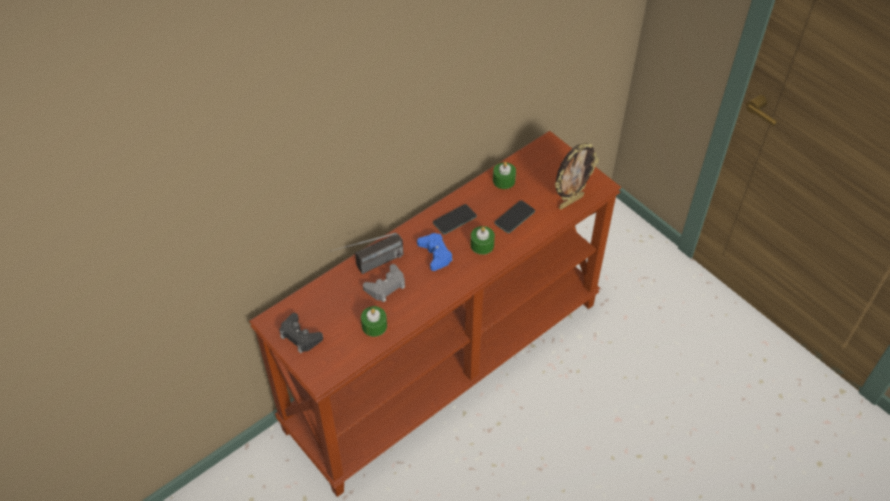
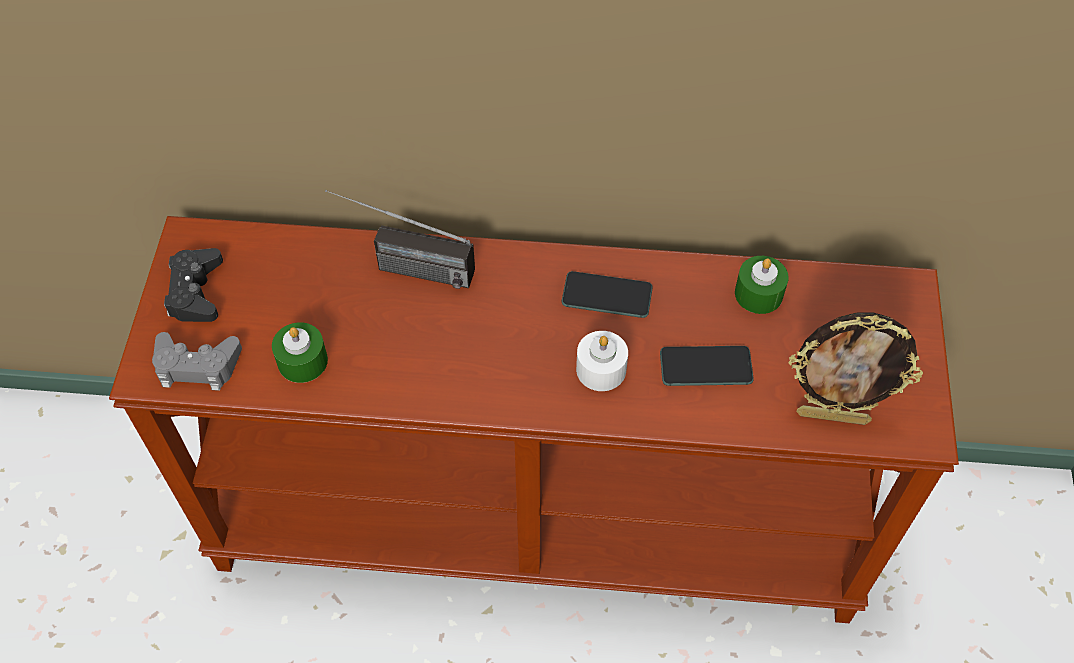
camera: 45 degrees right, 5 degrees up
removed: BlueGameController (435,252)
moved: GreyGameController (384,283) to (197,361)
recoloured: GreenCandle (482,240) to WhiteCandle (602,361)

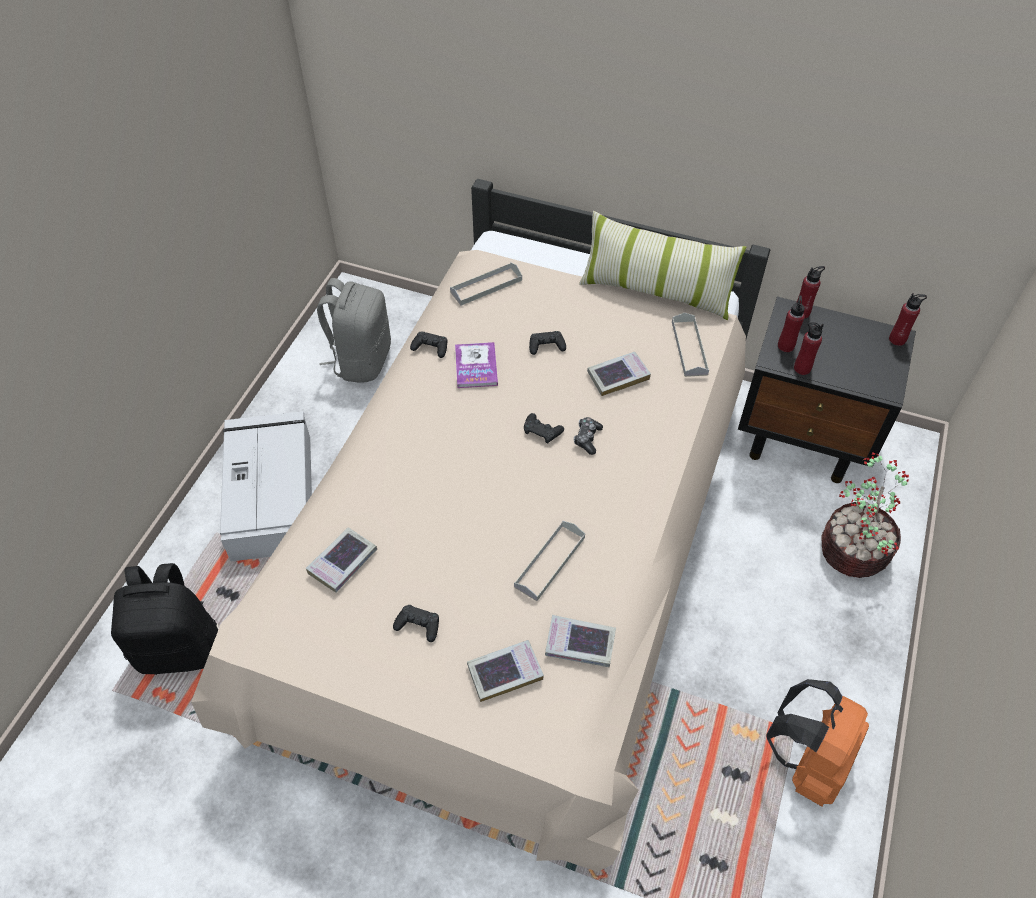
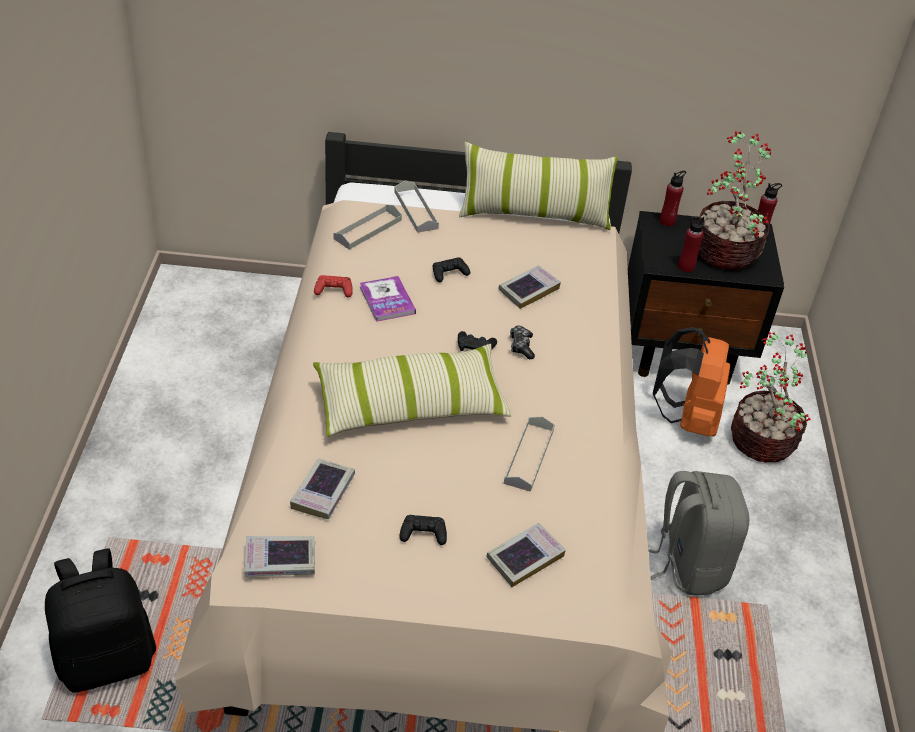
camera: 20 degrees left, 10 degrees down
removed: GreyStorageBox (266,486); RedBottle (791,323)
added: Pillow (412,390); PottedPlant (734,200)
moved: Book (580,641) to (280,556); GreyTray (690,345) to (416,207); GreyBackpack (354,330) to (698,533); OrangeBackpack (817,743) to (691,382)
recoloured: BlackGameController (428,345) to RedGameController (333,286)

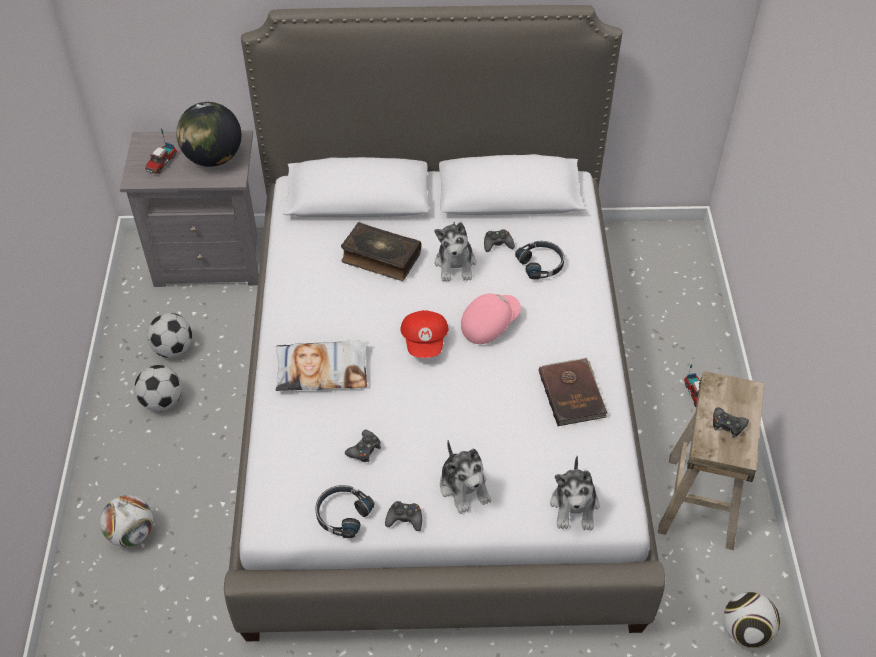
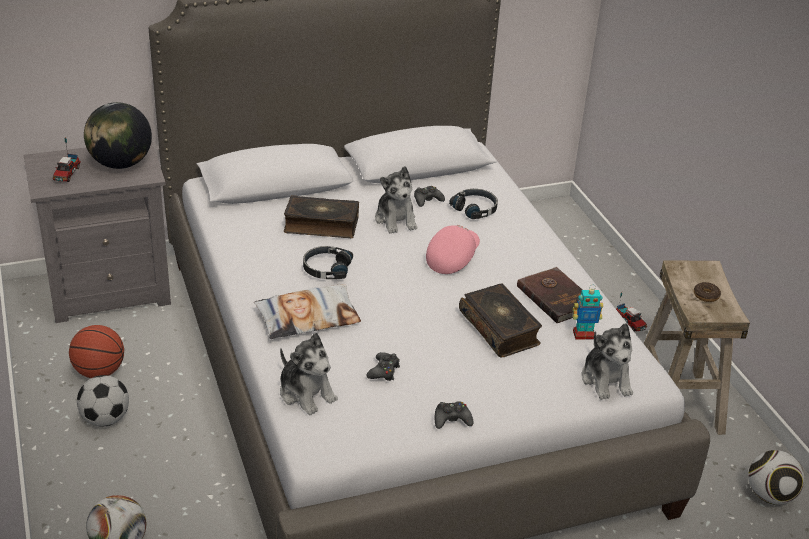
camera: 20 degrees left, 15 degrees down
removed: RedCap (424,334)
added: Book (500,320); ToyRobot (588,312)
moved: PlushToy (465,477) to (309,374); BlackHeadphones (344,511) to (328,262)
replaced: Football (169,335) to Basketball (96,351); BlackGameController (731,422) to Donut (707,292)

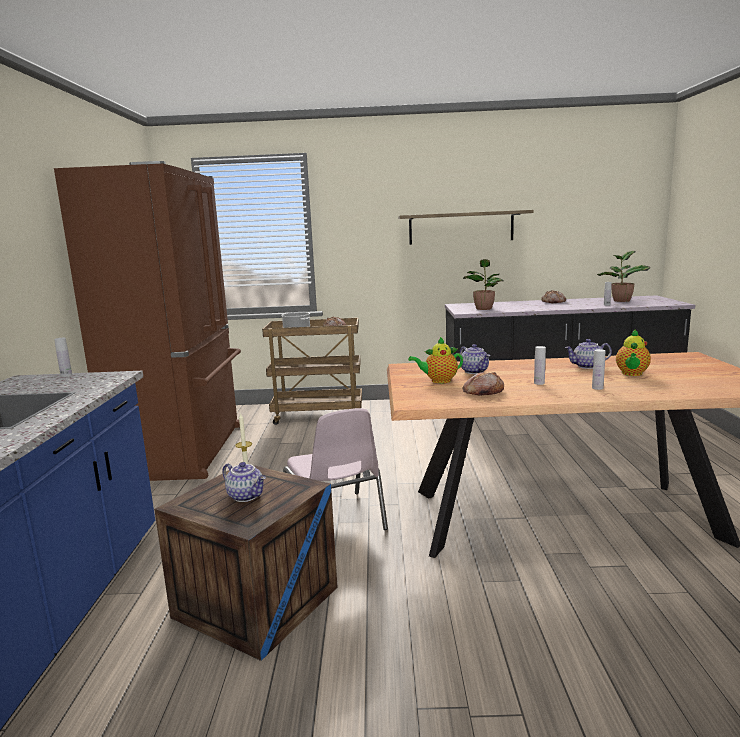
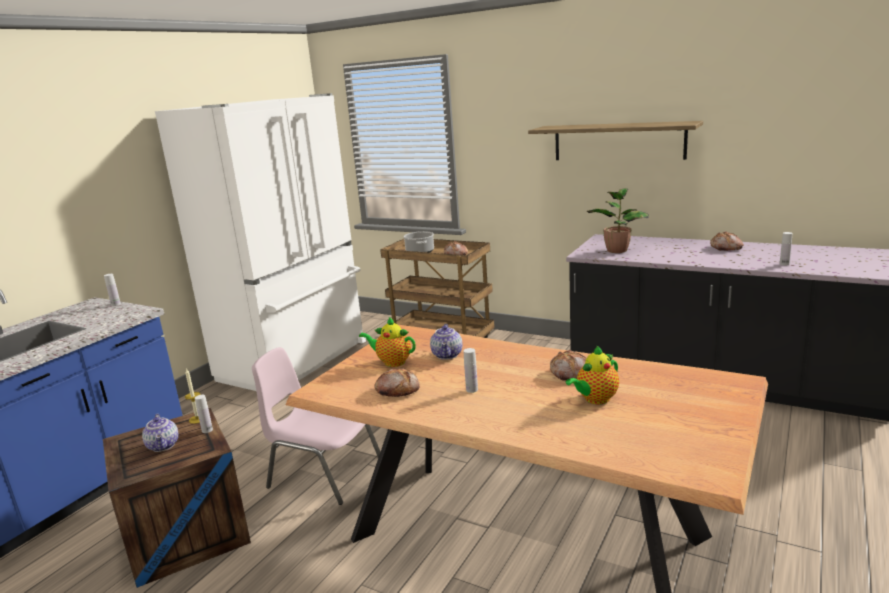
camera: 30 degrees right, 5 degrees up
removed: PottedPlant (623,276)
moved: WhiteBottle (598,369) to (204,414)
replaced: Teapot (588,354) to Bread (568,365)
recoloured: BrownFridge (147,321) to WhiteFridge (260,242)
turned: PinkChair (335,469) = (316,426) 105 degrees clockwise

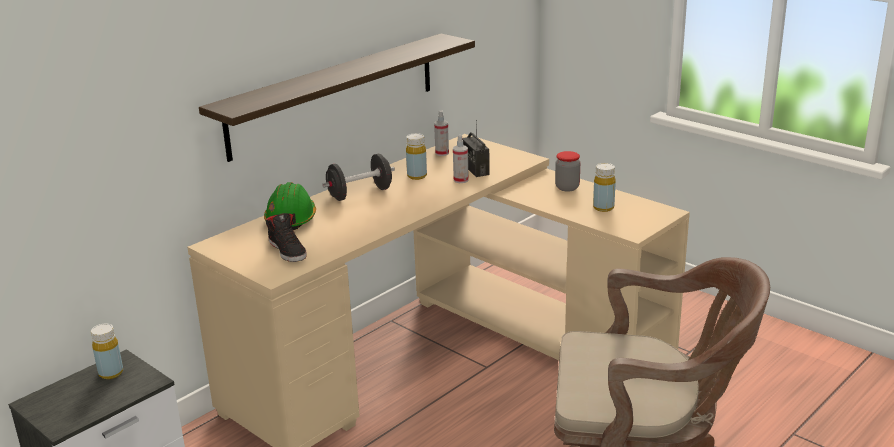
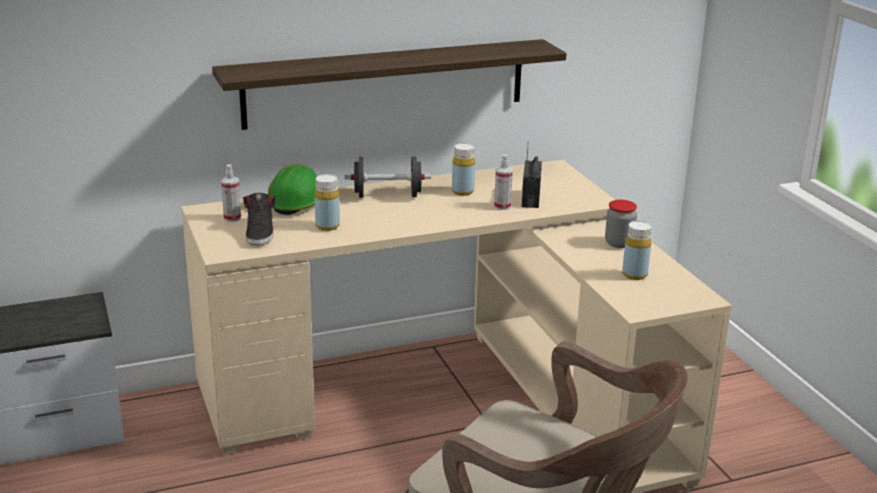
camera: 25 degrees right, 0 degrees up
moved: SprayBottle (441,133) to (231,193); YellowBottle (107,351) to (327,202)

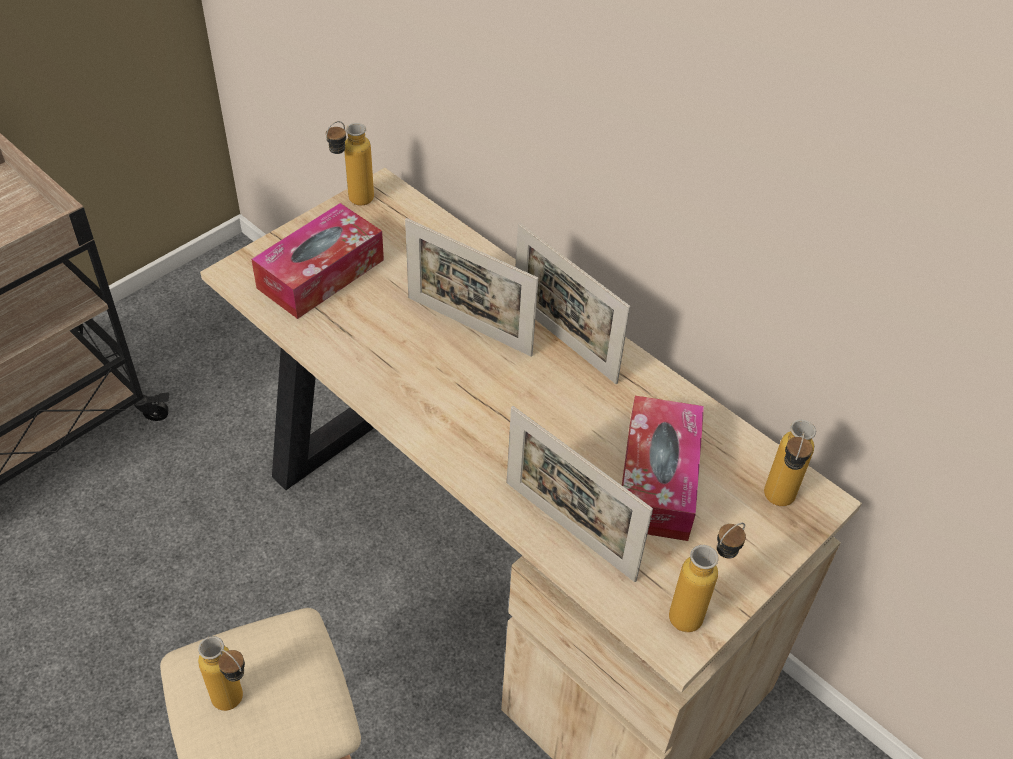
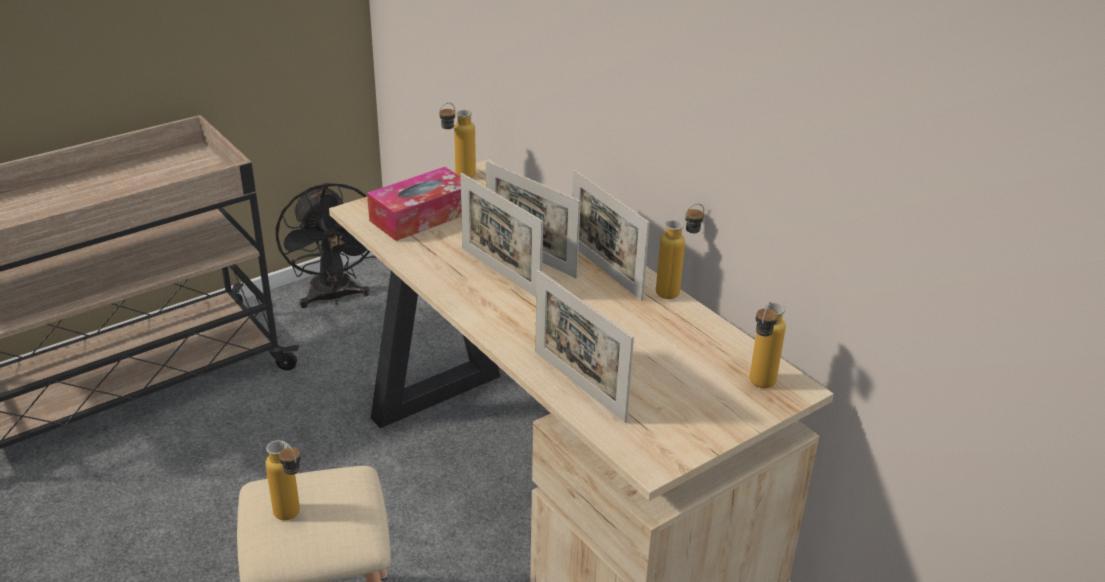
camera: 10 degrees right, 15 degrees down
removed: TissueBox (663,468)
added: BlackFan (326,245); PictureFrame (501,235)
moved: Bottle (707,577) to (680,251)

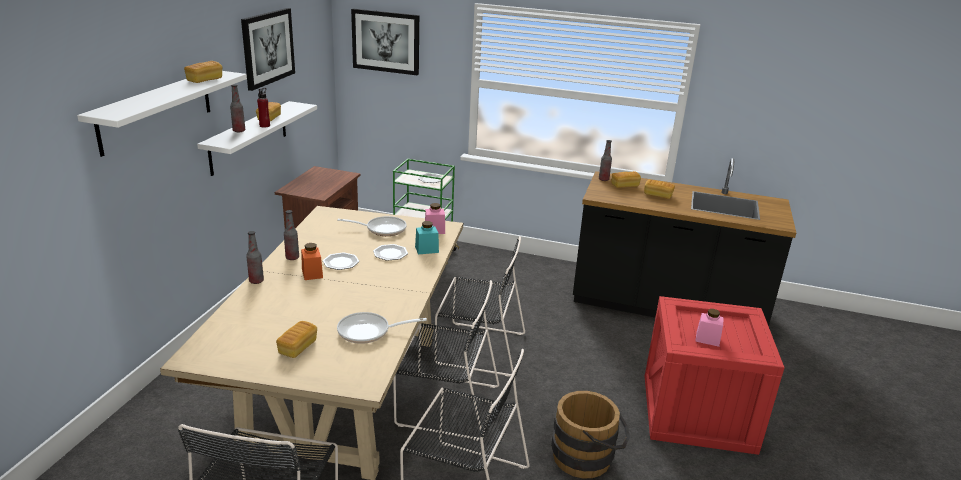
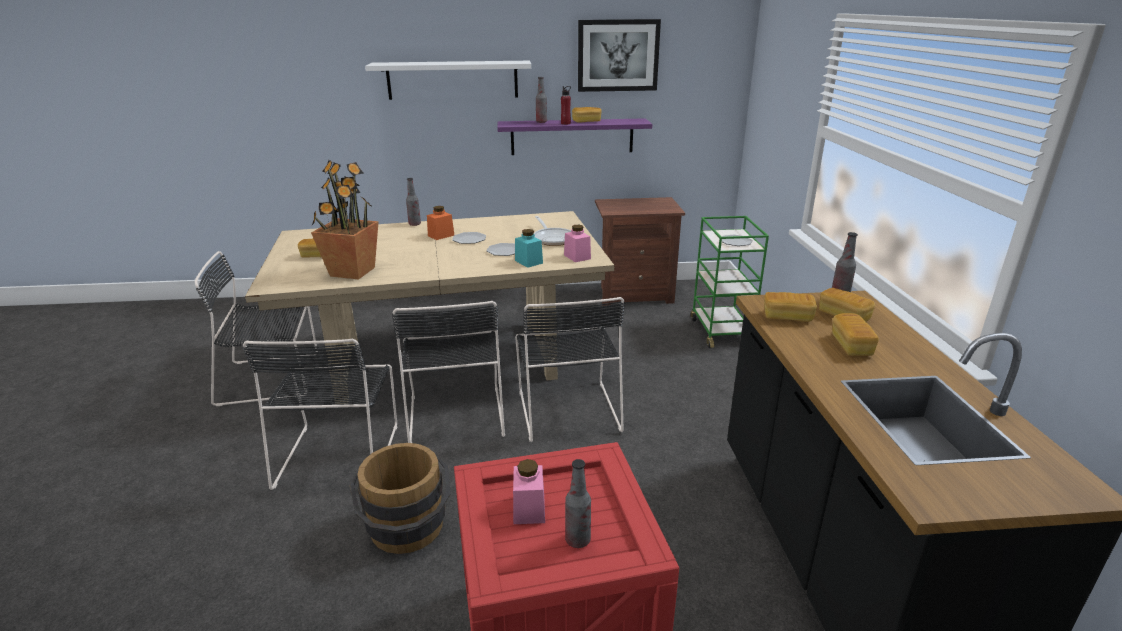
camera: 70 degrees right, 0 degrees up
removed: Picture (385,42)
moved: Bottle (291,235) to (578,503); Bread (203,72) to (790,307)
replaced: FryingPan (382,328) to PottedPlant (345,219)
recoloured: WhiteShelf (257,138) to PurpleShelf (574,136)

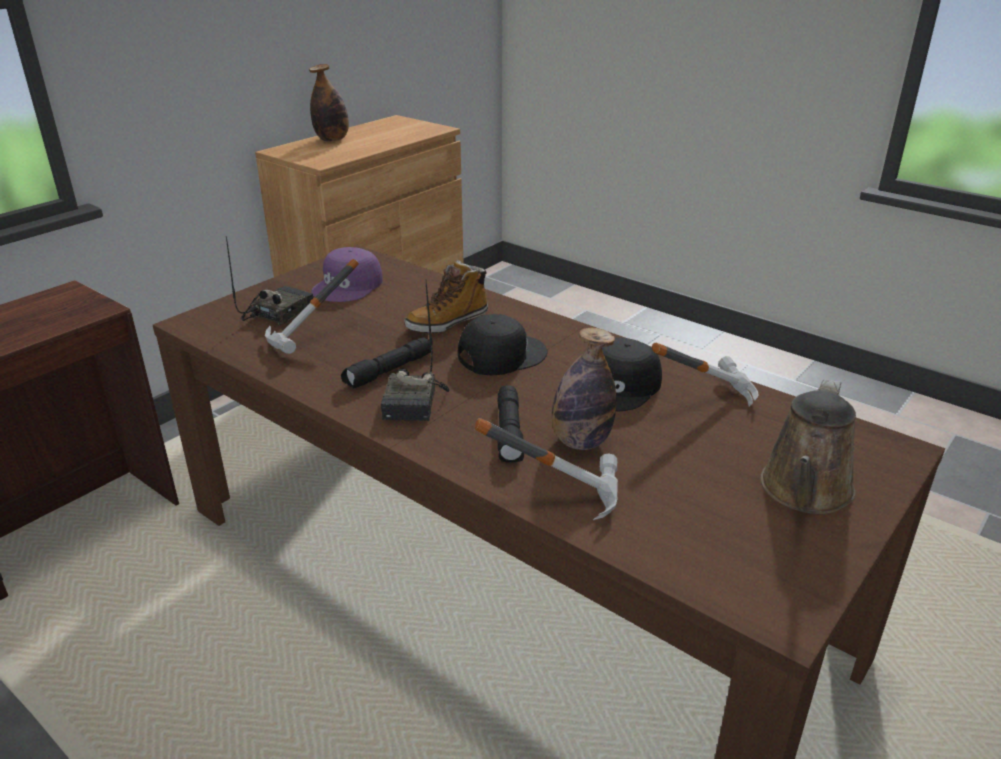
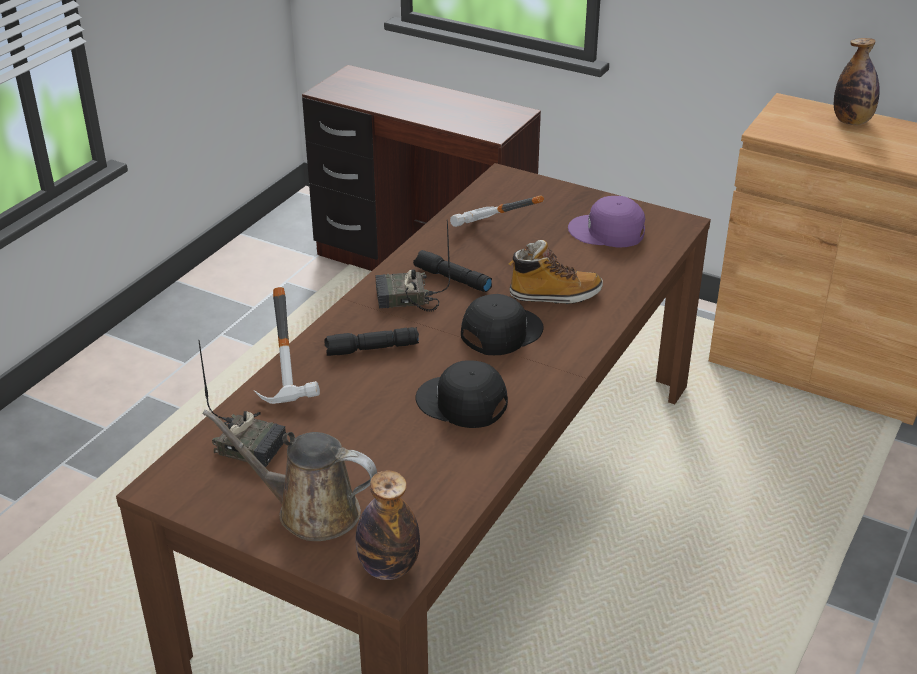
camera: 80 degrees right, 5 degrees up
removed: Hammer (705,374)
moved: Radio (269,281) to (242,403); Bottle (584,389) to (387,525)
turned: BlackCap (503,344) = (502,324) 90 degrees counterclockwise; Boot (446,296) = (555,272) 135 degrees clockwise

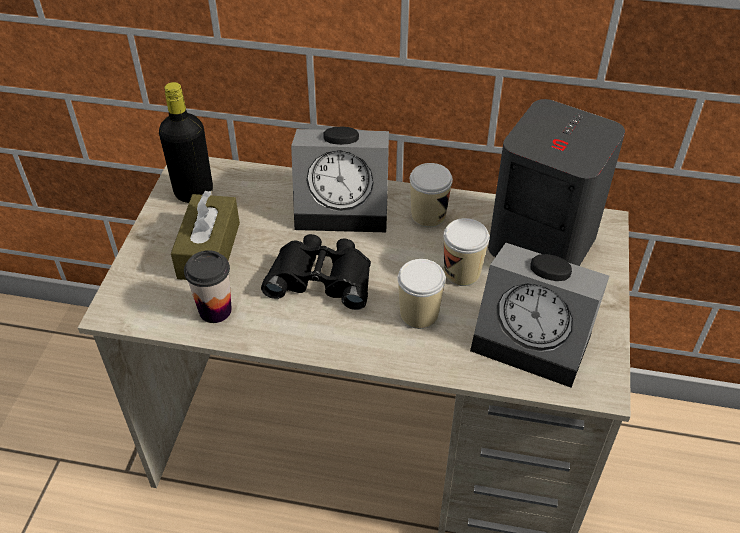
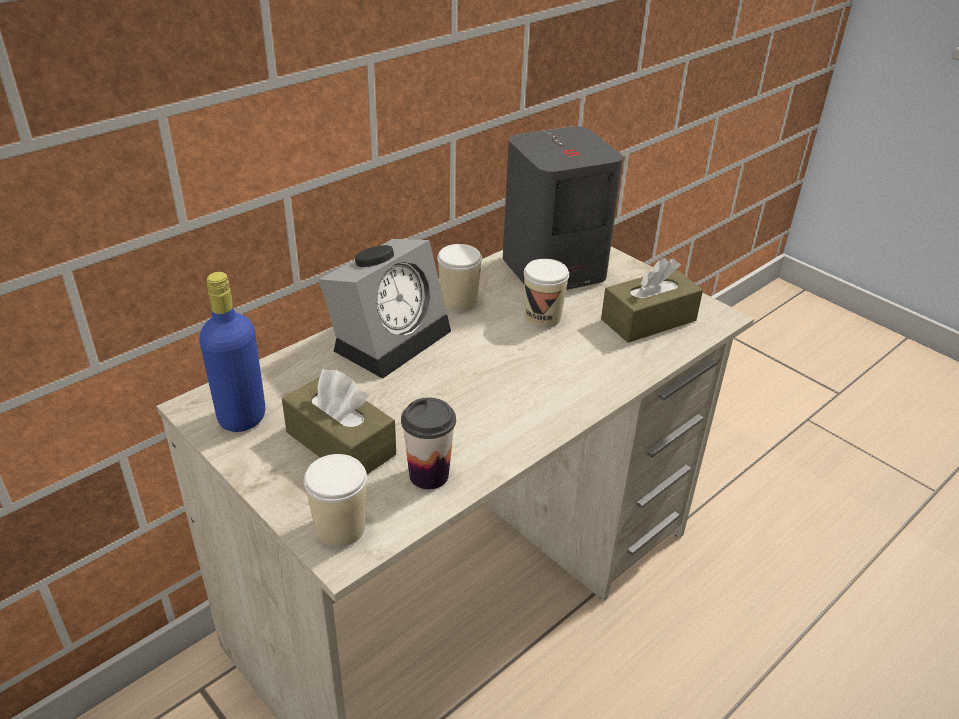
camera: 55 degrees left, 10 degrees down
removed: BlackBinoculars (316,272)
moved: Cup (422,294) to (335,500)
replaced: AlarmClock (539,315) to BrownTissueBox (652,300)
recoloured: BlackBottle (186,142) to BlueBottle (232,352)

